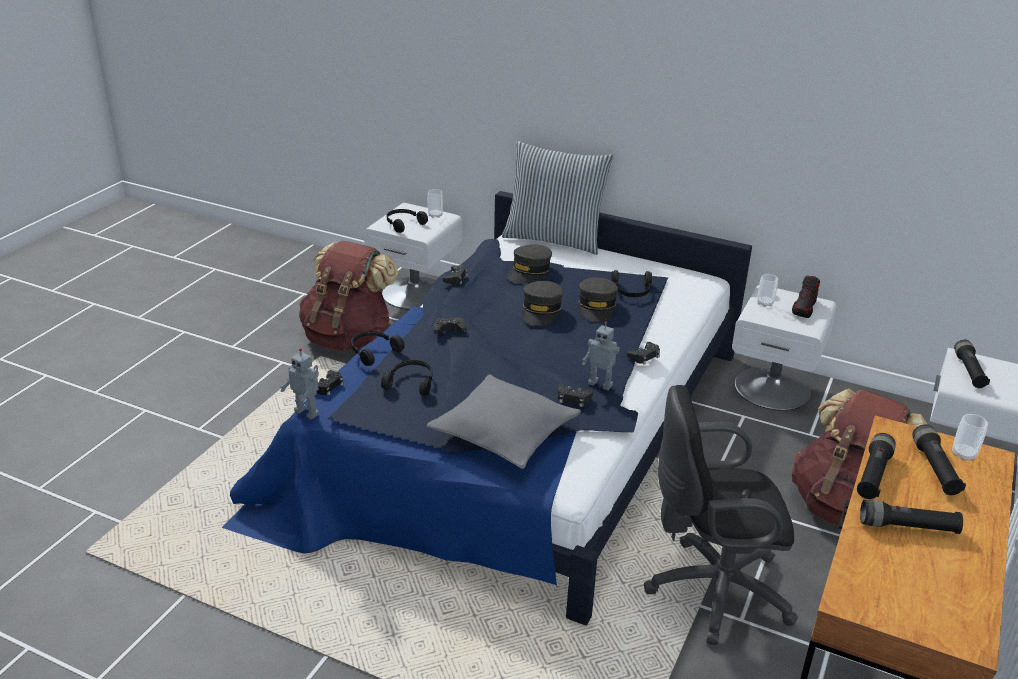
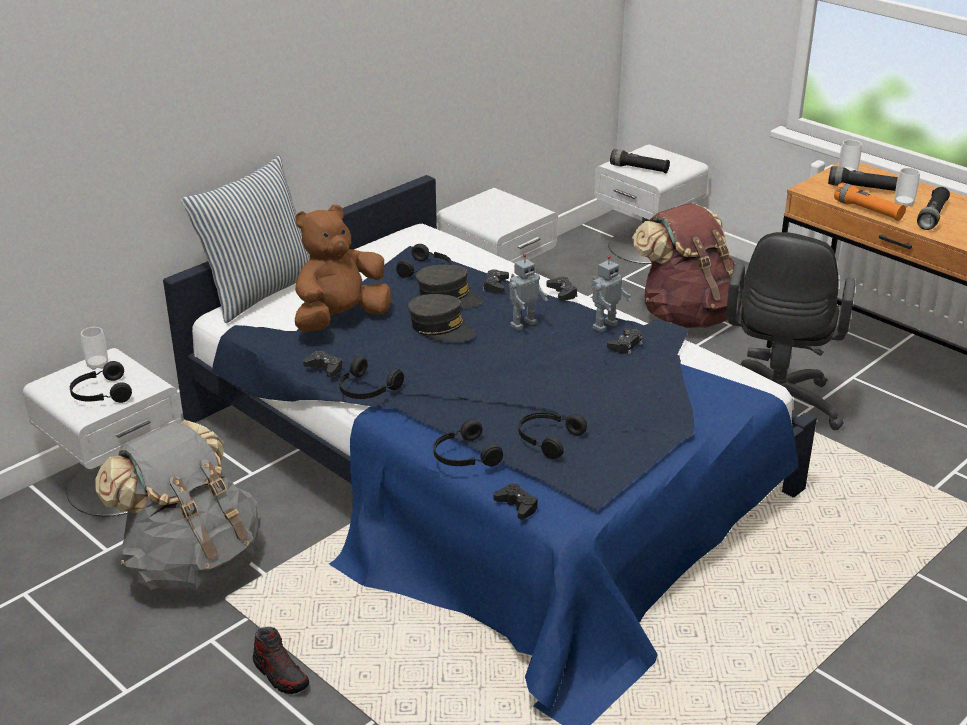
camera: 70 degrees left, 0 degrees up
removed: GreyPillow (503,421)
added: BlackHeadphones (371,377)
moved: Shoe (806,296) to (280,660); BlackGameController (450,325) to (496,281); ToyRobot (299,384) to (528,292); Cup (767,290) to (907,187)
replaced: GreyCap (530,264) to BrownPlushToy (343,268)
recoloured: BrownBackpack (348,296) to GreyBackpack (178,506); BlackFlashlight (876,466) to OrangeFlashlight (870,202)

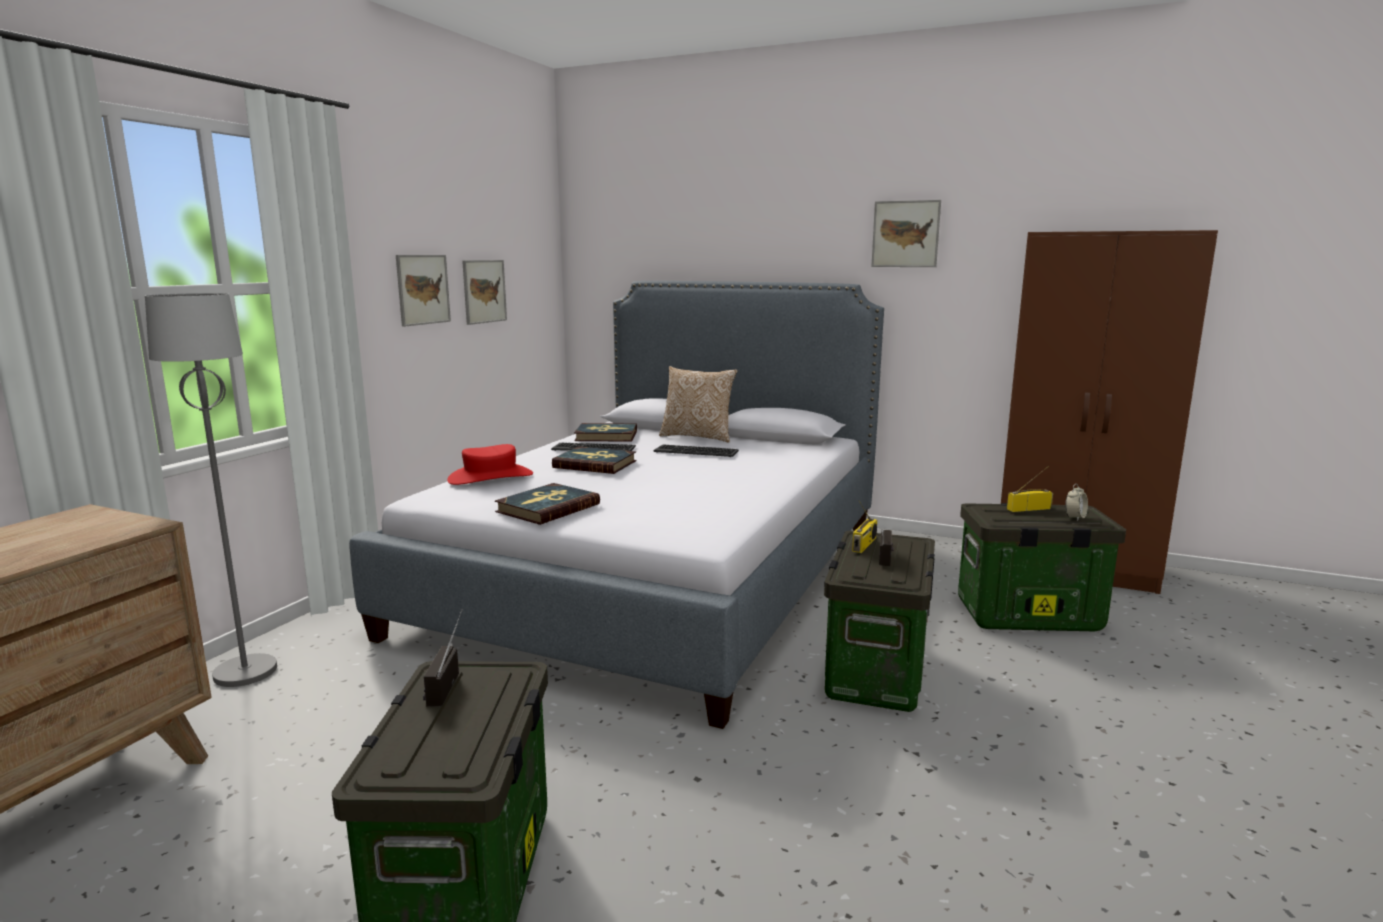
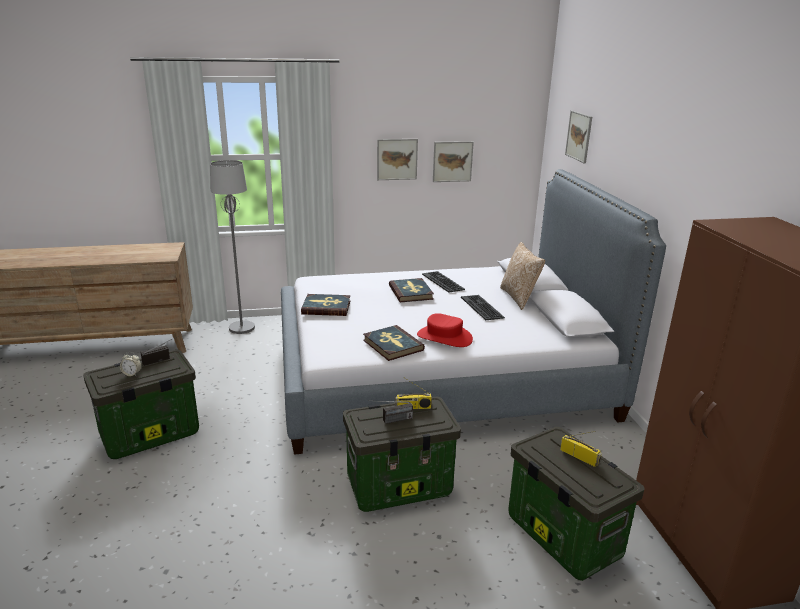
camera: 55 degrees right, 10 degrees up
moved: AlarmClock (1076,502) to (131,364); Book (605,432) to (394,343); RedHat (490,464) to (445,330); Picture (906,233) to (578,137)

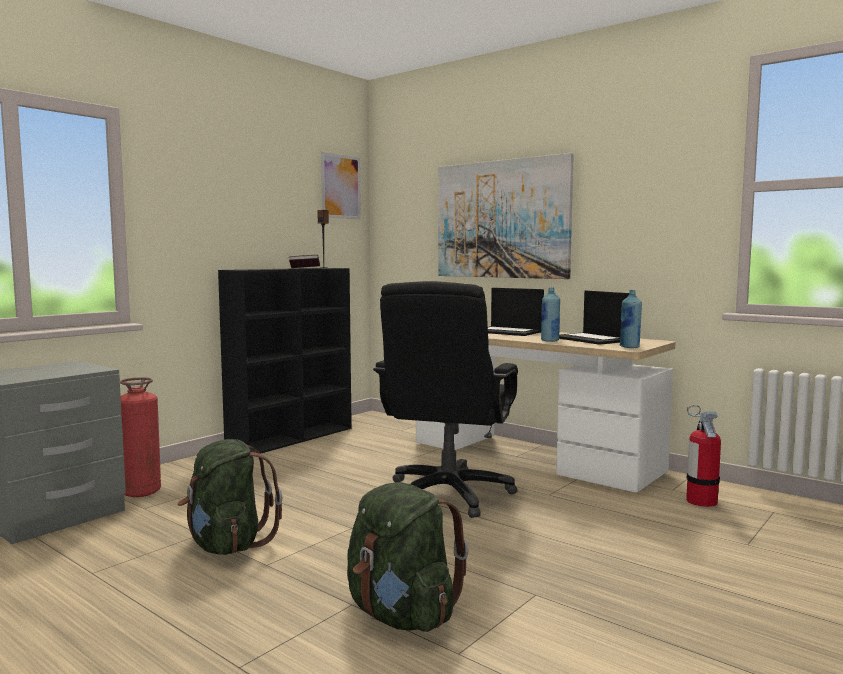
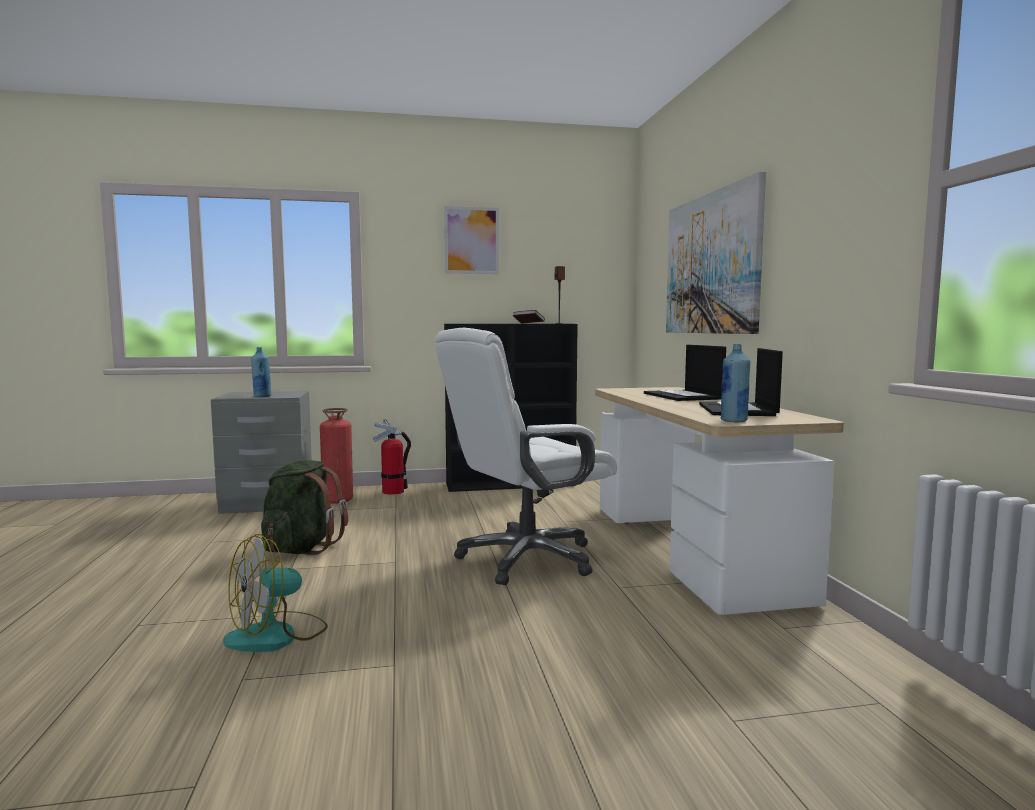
camera: 40 degrees right, 0 degrees up
moved: BlueBottle (550,314) to (261,372); FireExtinguisher (703,456) to (392,457); Picture (341,185) to (471,240)
replaced: GreenBackpack (408,557) to Fan (275,593)
recoloured: BlackOfficeChair (445,399) to WhiteOfficeChair (526,456)

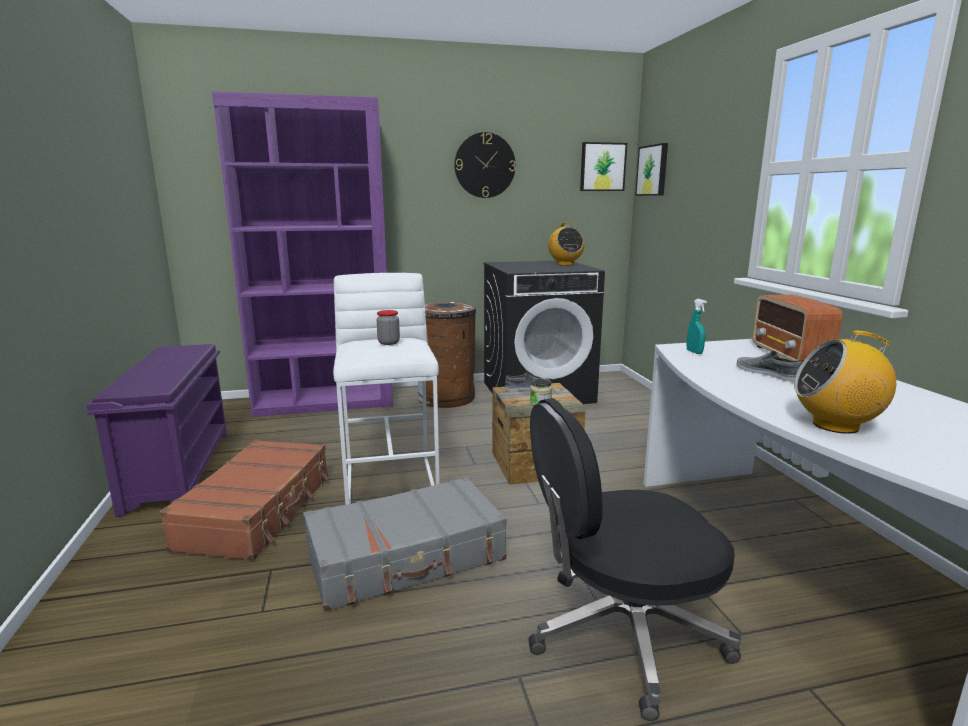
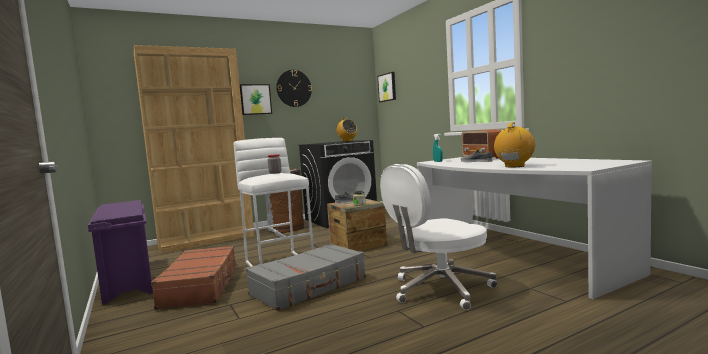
camera: 15 degrees left, 10 degrees down
moved: Picture (603,166) to (256,99)
recoloured: PurpleBookcase (302,254) to BrownBookcase (194,149); BlackOfficeChair (634,559) to WhiteOfficeChair (438,237)
turned: Radio (845,382) = (514,144) 135 degrees clockwise

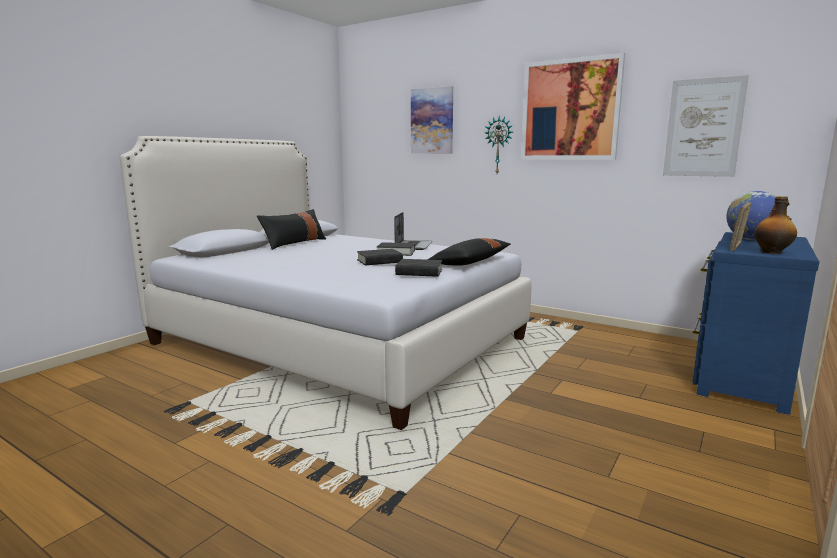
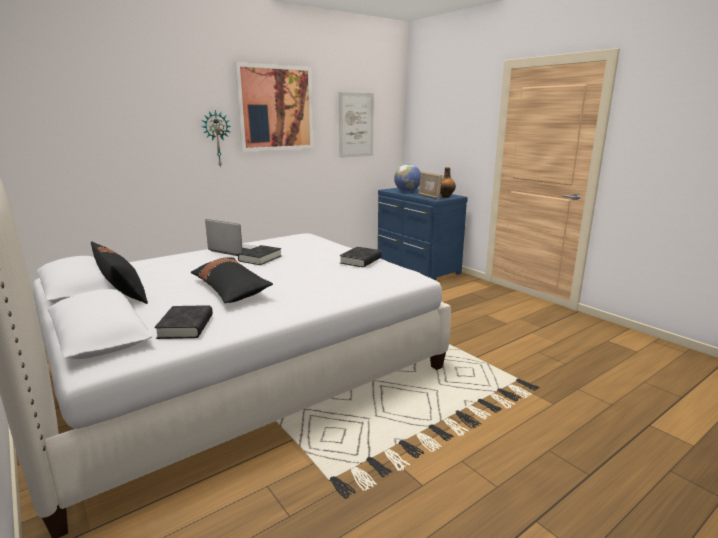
camera: 70 degrees left, 5 degrees up
removed: Picture (432,120)
moved: BlackBook (380,257) to (184,322); BlackPillow (469,252) to (232,280)

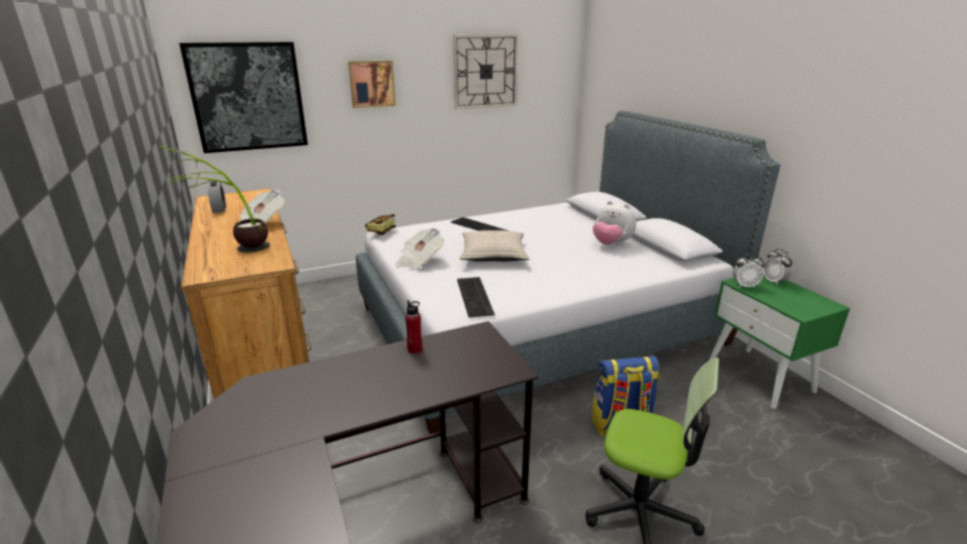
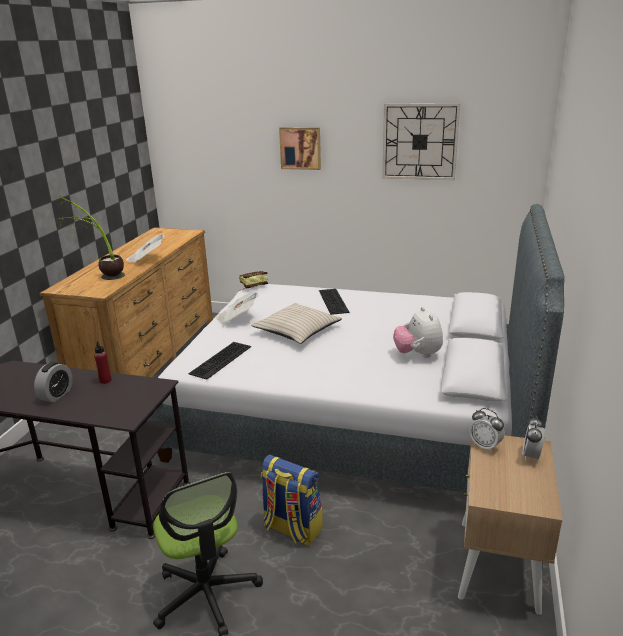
camera: 40 degrees right, 0 degrees up
removed: Picture (243,97)
moved: AlarmClock (216,197) to (53,382)
recoloured: GreenNightstand (779,341) to BeigeNightstand (510,525)

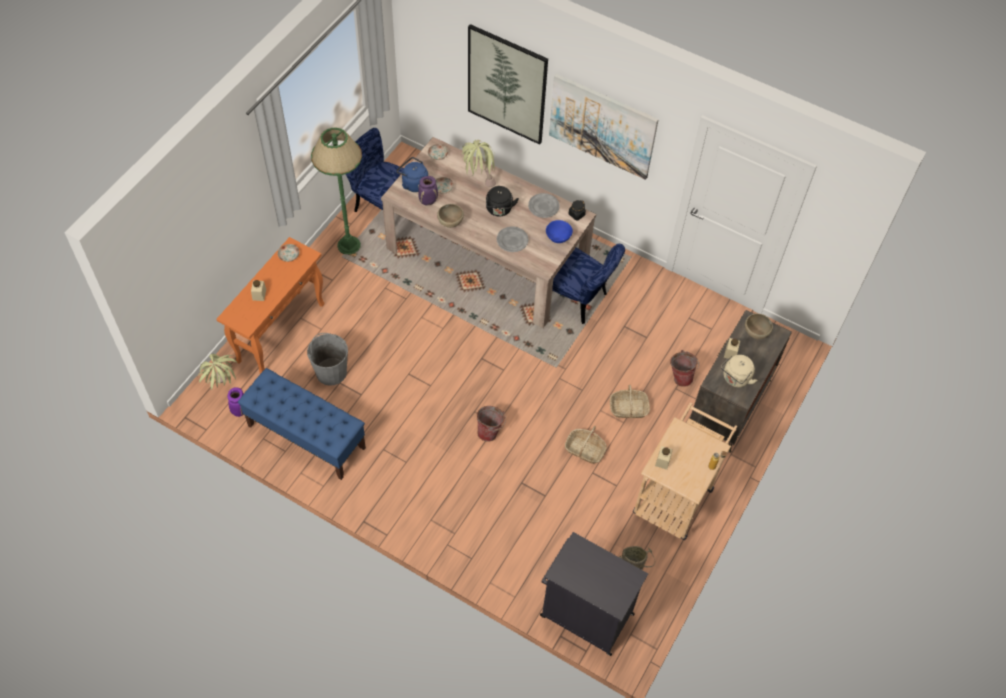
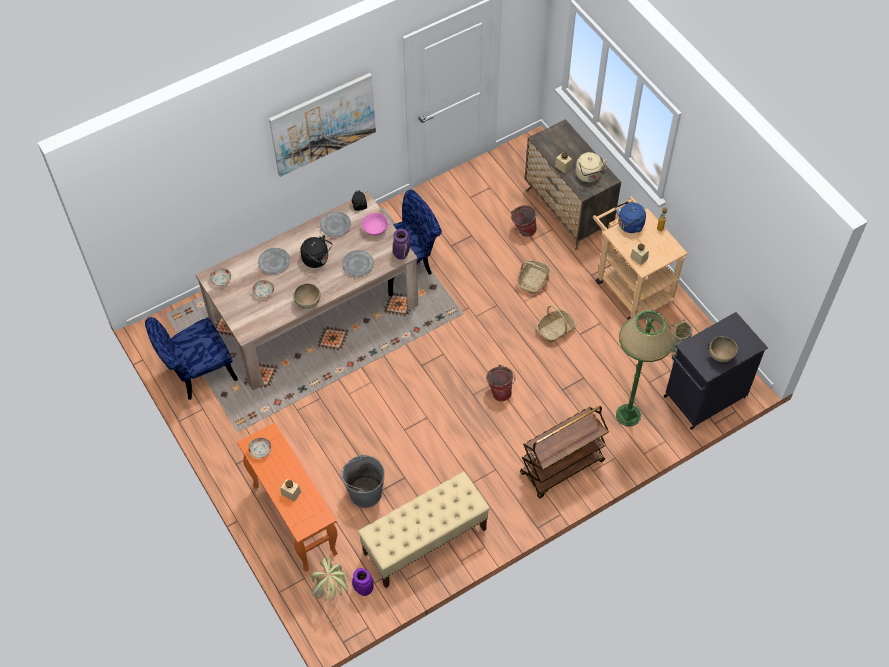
camera: 60 degrees left, 0 degrees up
removed: Picture (508,84)
added: BrownCart (564,452)
moved: PurpleVase (428,190) to (401,244); BlueKettle (412,174) to (630,217); GreenFloorLamp (336,191) to (645,368); BrownBowl (759,326) to (723,349)
replaced: PottedPlant (479,163) to GreyPlate (274,261)
recoloured: BlueBench (302,424) to BeigeBench (424,529); BlueBowl (559,231) to PinkBowl (374,224)

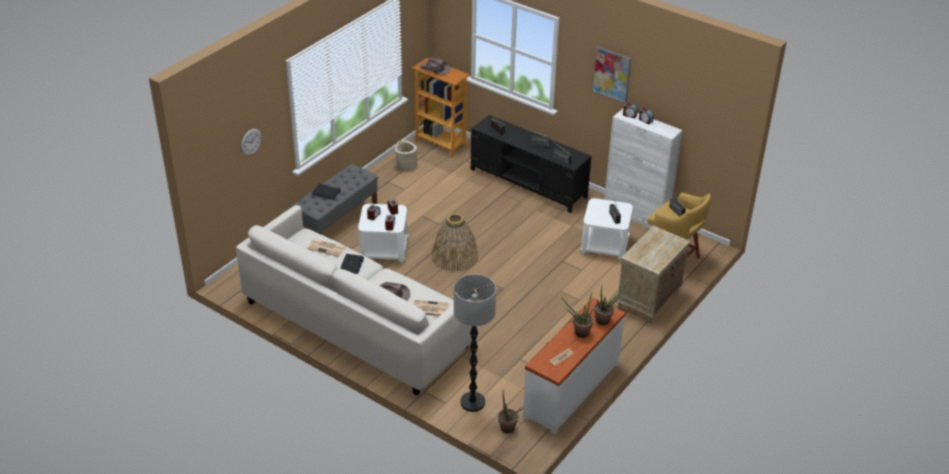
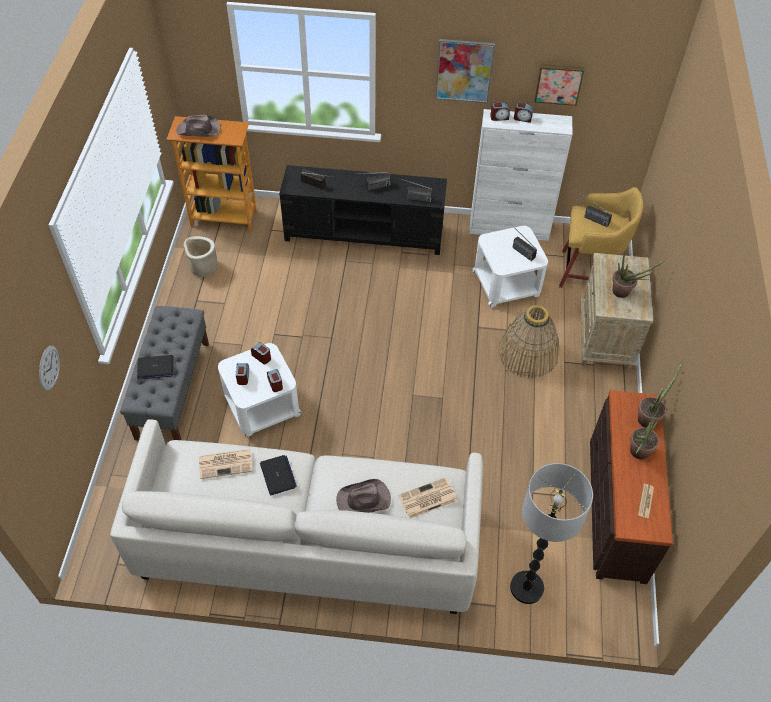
camera: 30 degrees left, 15 degrees up
added: Picture (559,85)
moved: Basket (455,243) to (528,341); PottedPlant (510,412) to (638,273)
recoloured: WhiteDresser (574,366) to BrownDresser (631,487)

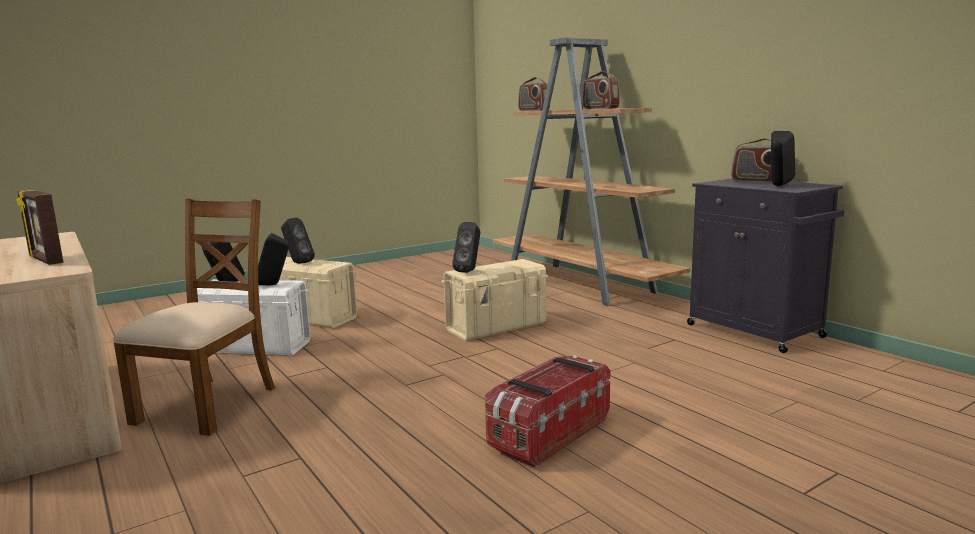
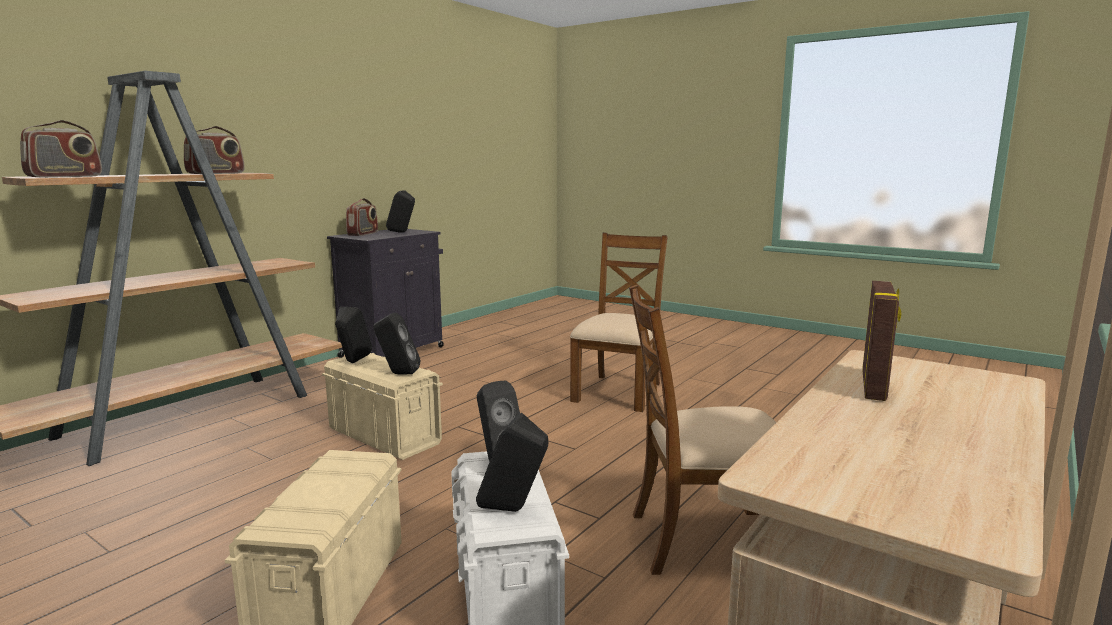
camera: 110 degrees left, 0 degrees up
moved: BlackSpeaker (298,241) to (353,335)
replaced: StorageBox (547,411) to BrownChair (619,322)

